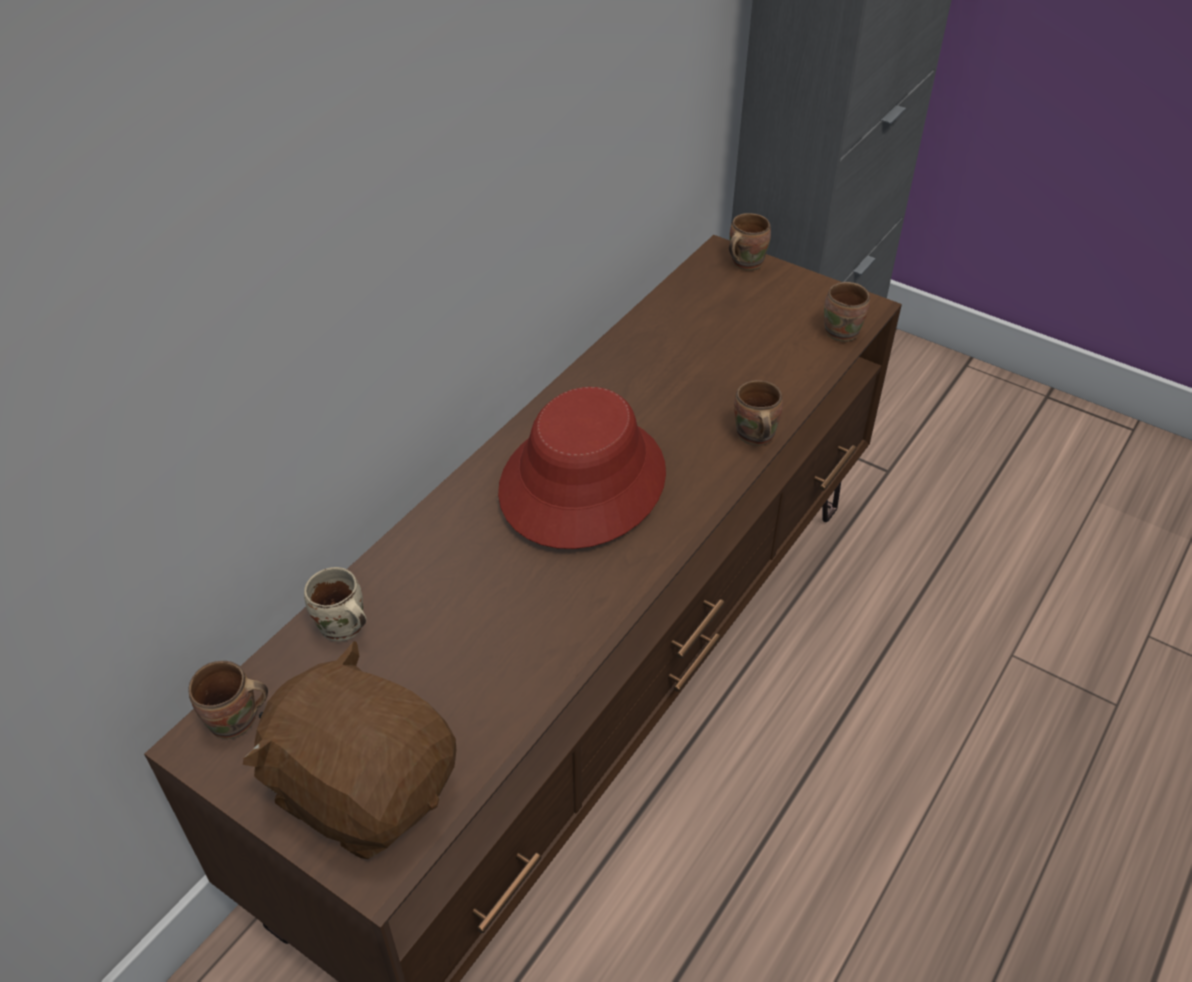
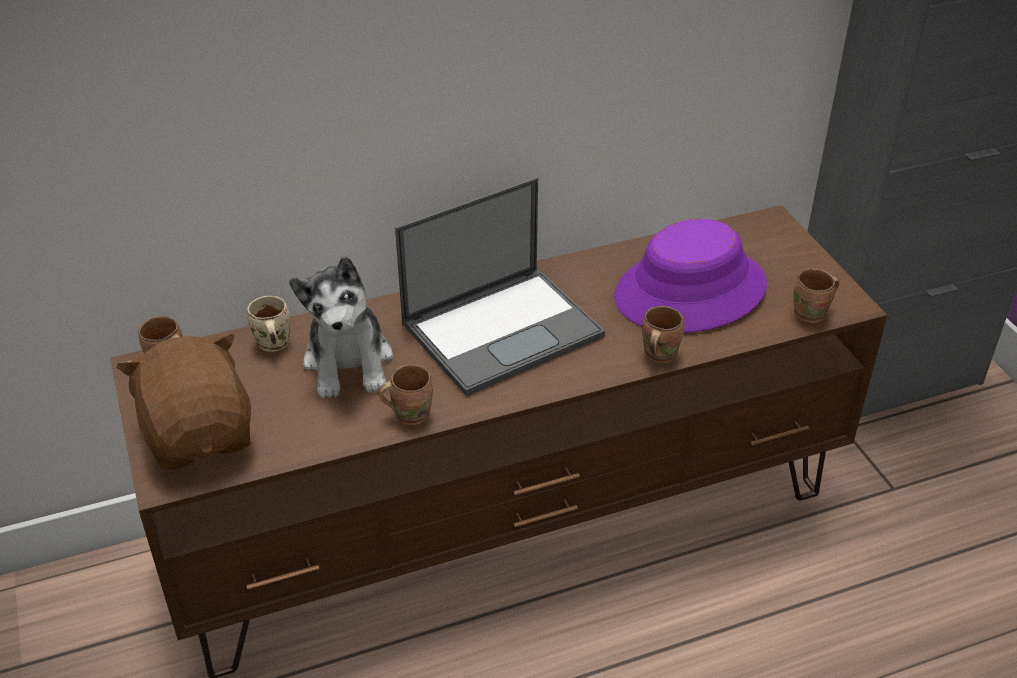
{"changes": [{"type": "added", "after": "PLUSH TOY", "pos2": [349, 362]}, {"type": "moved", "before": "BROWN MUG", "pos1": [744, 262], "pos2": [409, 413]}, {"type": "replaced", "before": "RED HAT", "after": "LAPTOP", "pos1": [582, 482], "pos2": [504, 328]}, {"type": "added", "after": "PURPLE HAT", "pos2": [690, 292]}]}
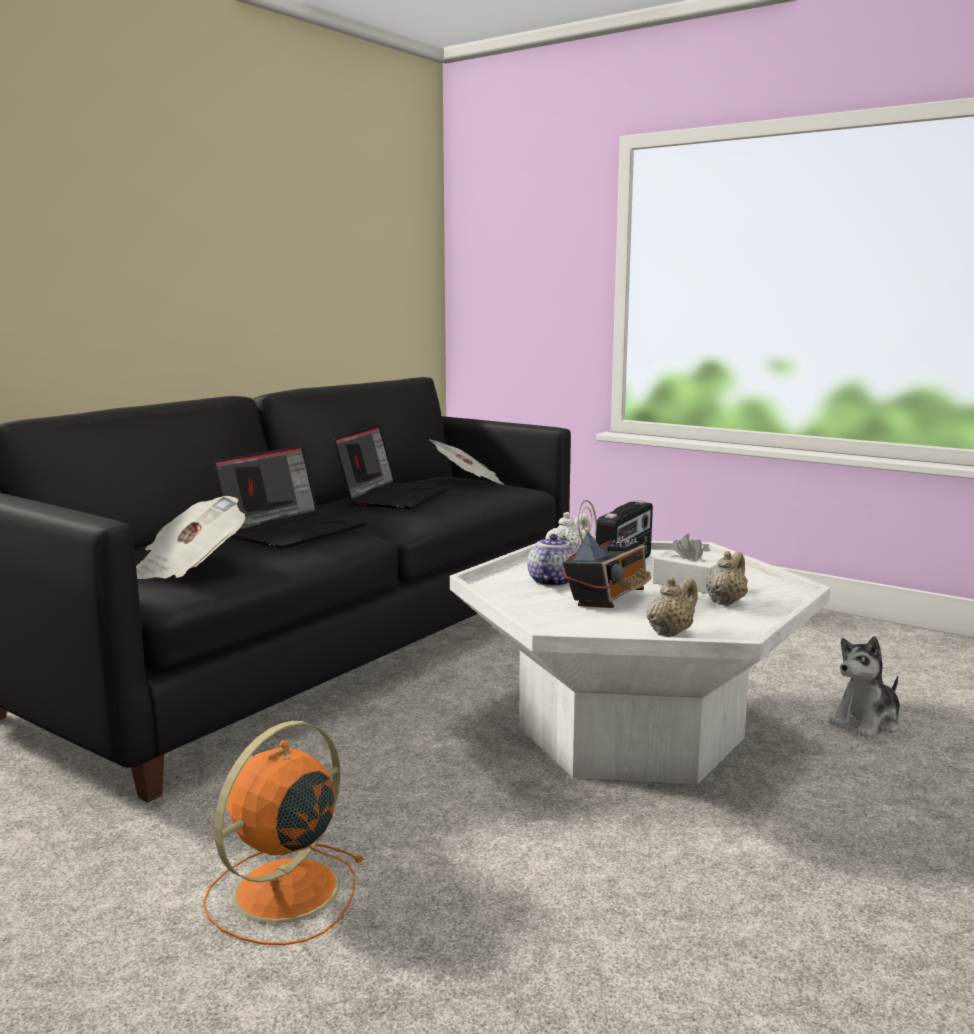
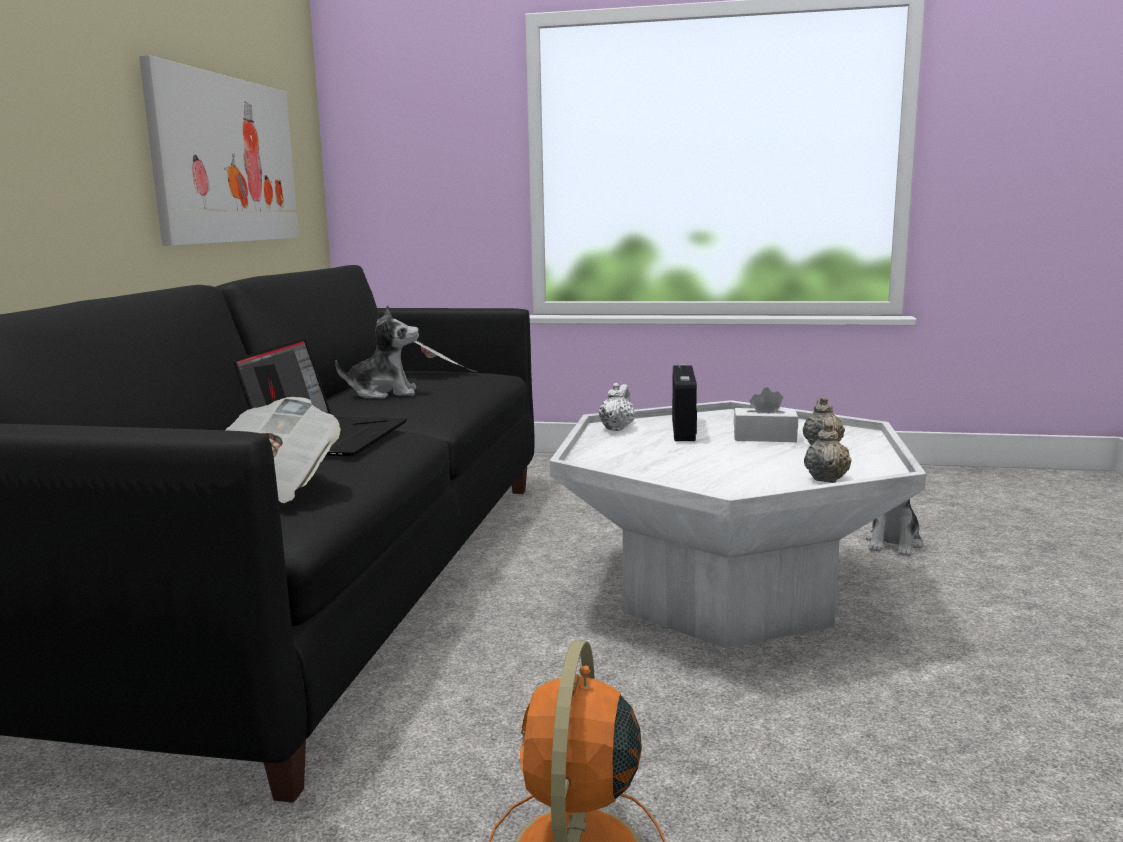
{"changes": [{"type": "added", "after": "PICTURE", "pos2": [226, 160]}, {"type": "replaced", "before": "LAPTOP", "after": "PLUSH TOY", "pos1": [394, 497], "pos2": [384, 393]}, {"type": "removed", "before": "TEAPOT", "pos1": [551, 581]}, {"type": "removed", "before": "RADIO", "pos1": [607, 599]}]}
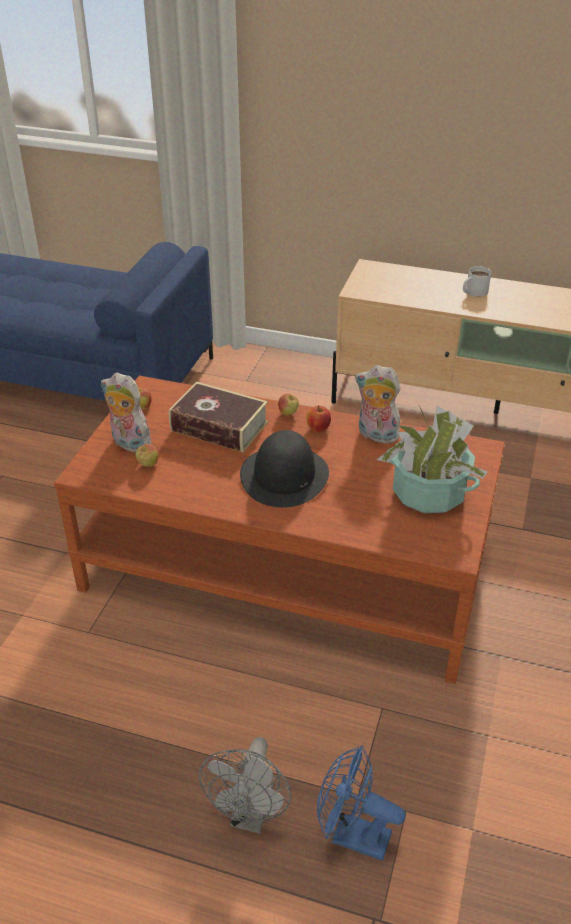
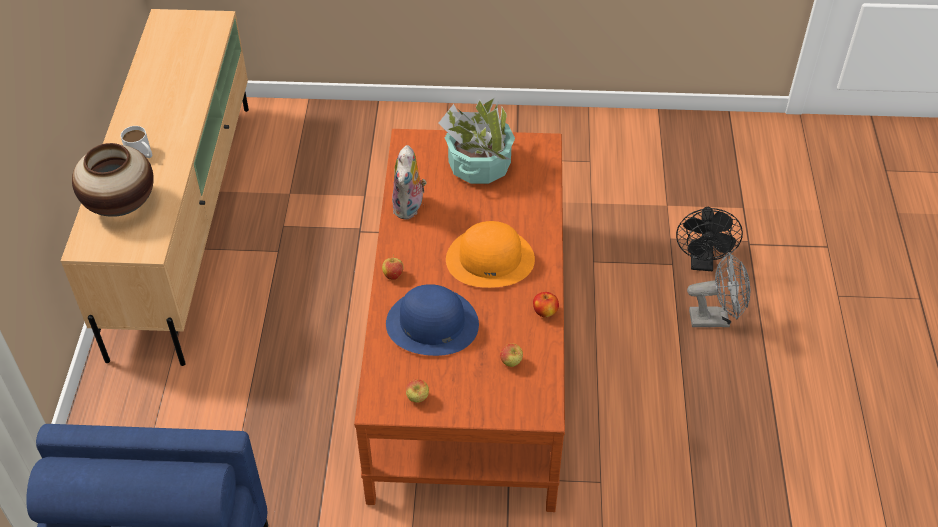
{"changes": [{"type": "added", "after": "VASE", "pos2": [121, 205]}, {"type": "replaced", "before": "BOOK", "after": "BLUE HAT", "pos1": [219, 426], "pos2": [431, 323]}, {"type": "recoloured", "before": "BLACK HAT", "after": "ORANGE HAT", "pos1": [284, 476], "pos2": [490, 258]}, {"type": "moved", "before": "APPLE", "pos1": [318, 428], "pos2": [545, 312]}, {"type": "recoloured", "before": "BLUE FAN", "after": "BLACK FAN", "pos1": [352, 836], "pos2": [702, 262]}, {"type": "removed", "before": "PLUSH TOY", "pos1": [128, 443]}]}
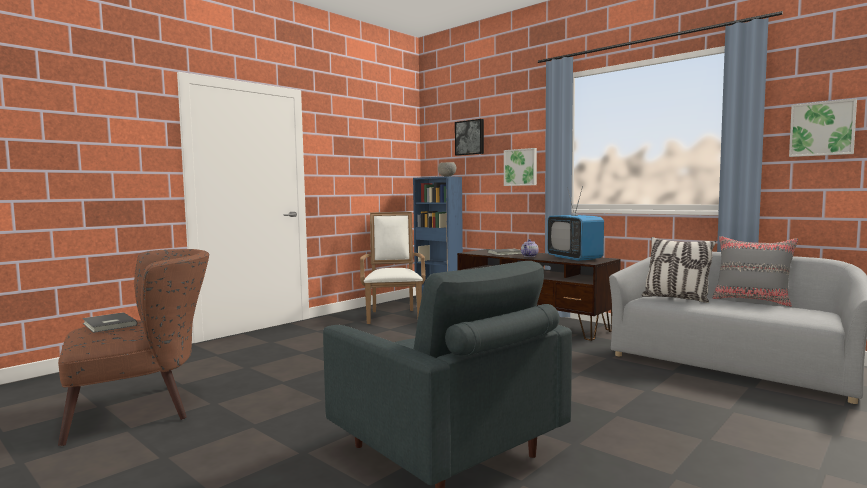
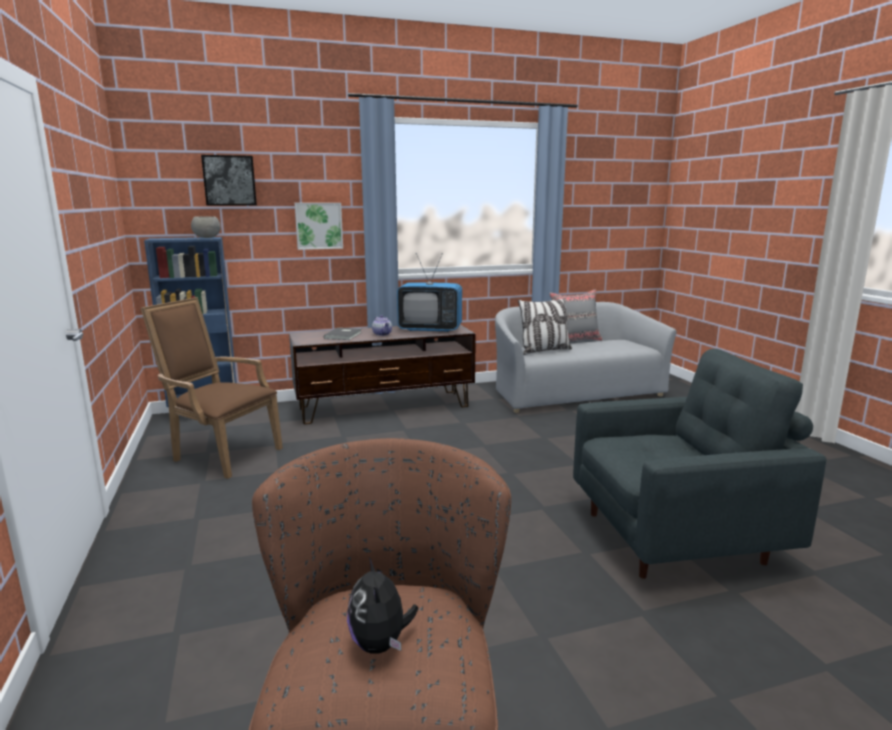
{"changes": [{"type": "recoloured", "before": "WHITE ARMCHAIR", "after": "BROWN ARMCHAIR", "pos1": [393, 315], "pos2": [221, 454]}, {"type": "replaced", "before": "GREY BOOK", "after": "PLUSH TOY", "pos1": [108, 325], "pos2": [381, 644]}, {"type": "removed", "before": "PICTURE", "pos1": [822, 129]}]}
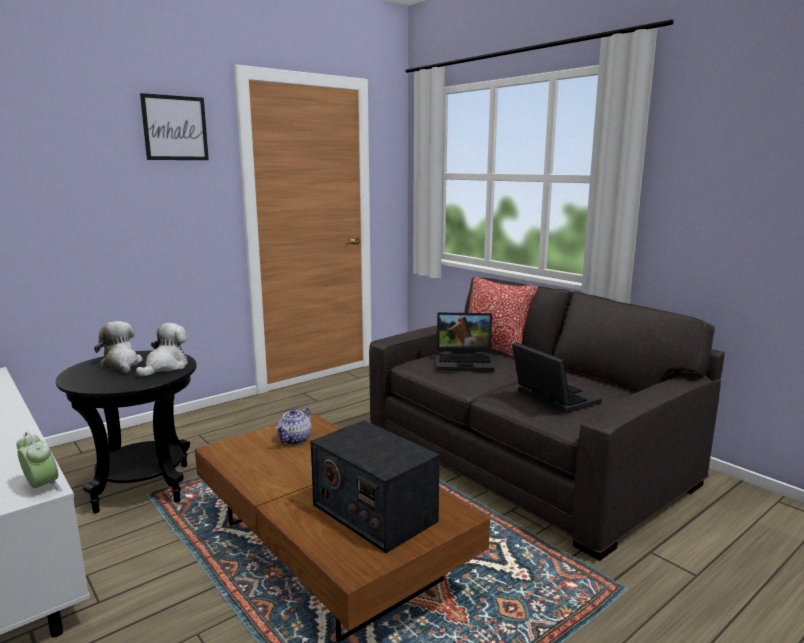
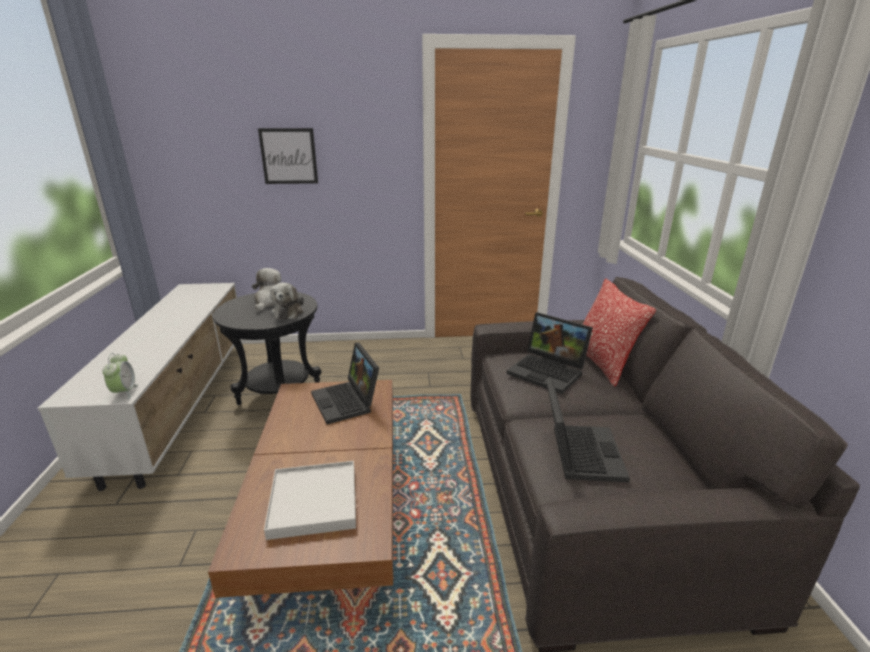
{"changes": [{"type": "moved", "before": "PICTURE", "pos1": [175, 128], "pos2": [289, 156]}, {"type": "replaced", "before": "RADIO", "after": "WHITE TRAY", "pos1": [373, 512], "pos2": [314, 502]}, {"type": "turned", "before": "PLUSH TOY", "pos1": [165, 366], "pos2": [288, 312], "turn": 120}, {"type": "replaced", "before": "TEAPOT", "after": "LAPTOP", "pos1": [295, 440], "pos2": [347, 402]}]}
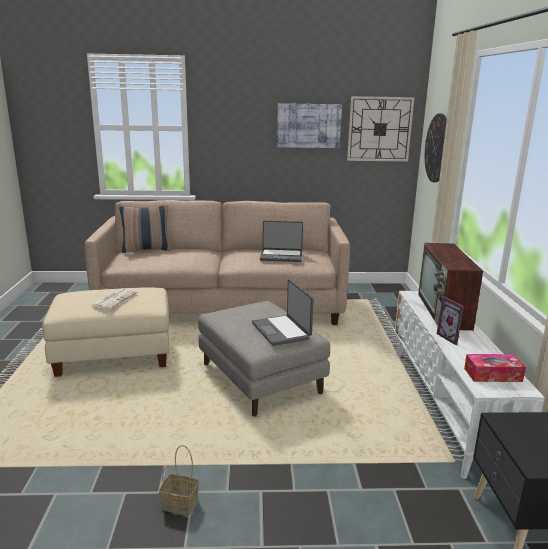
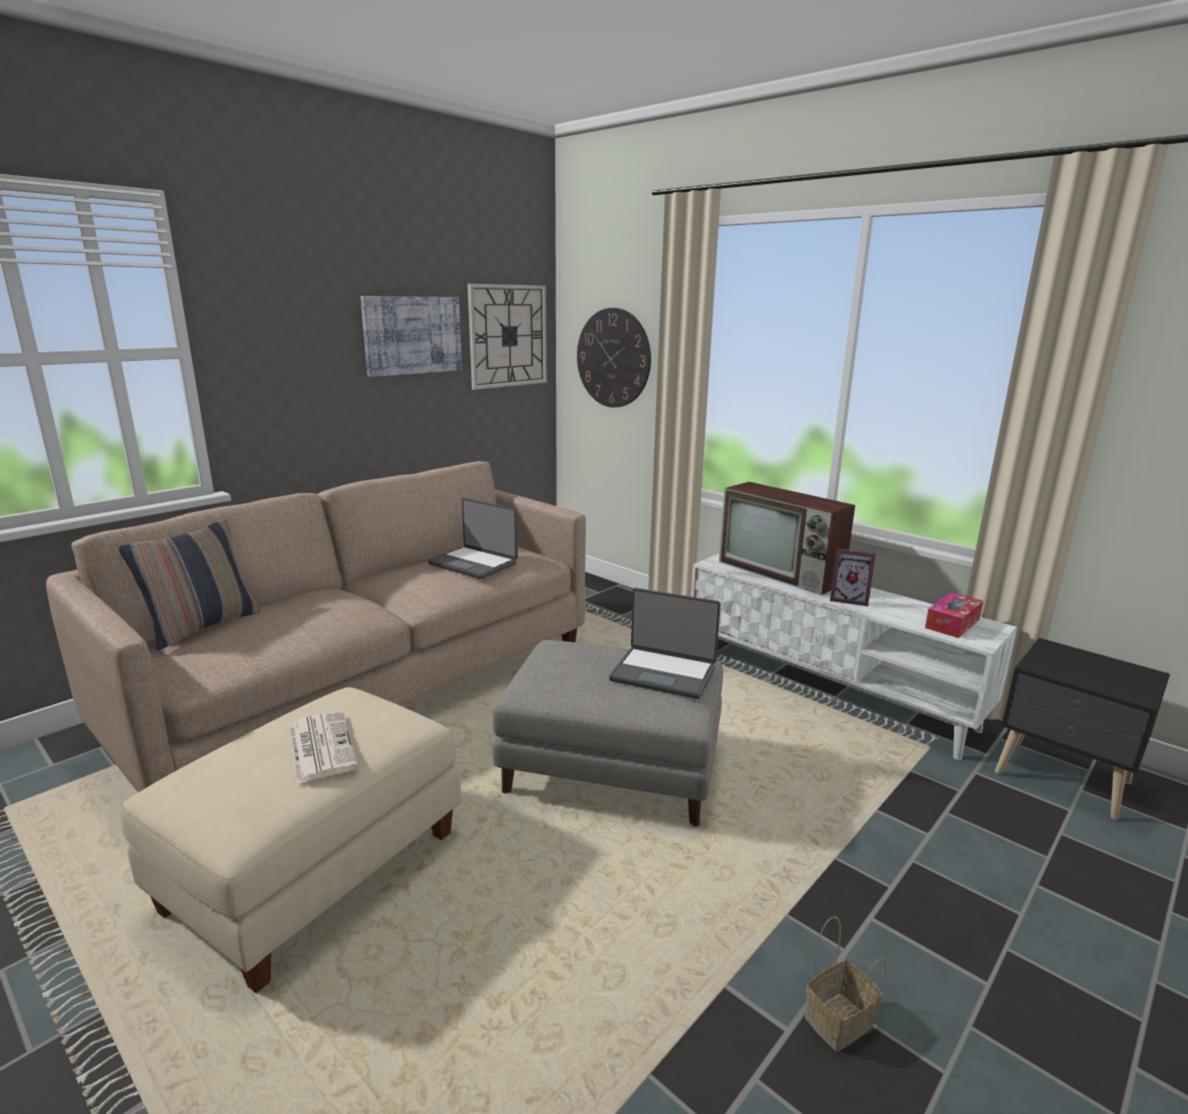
{"changes": [{"type": "turned", "before": "LAPTOP", "pos1": [281, 256], "pos2": [474, 563], "turn": 75}]}
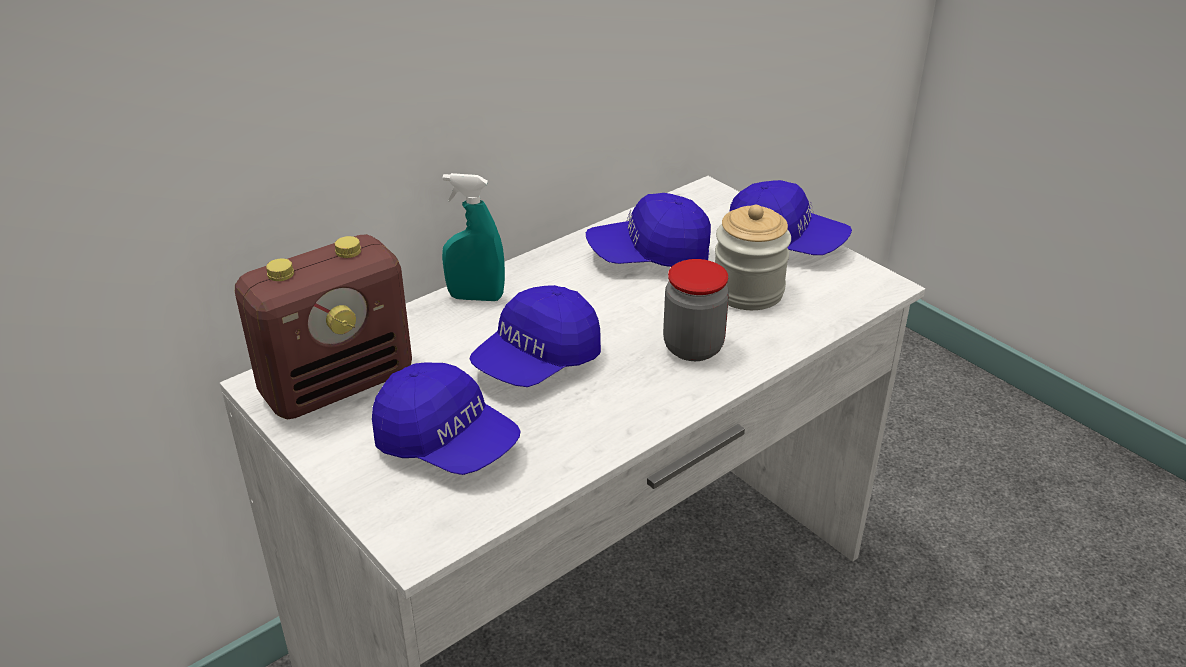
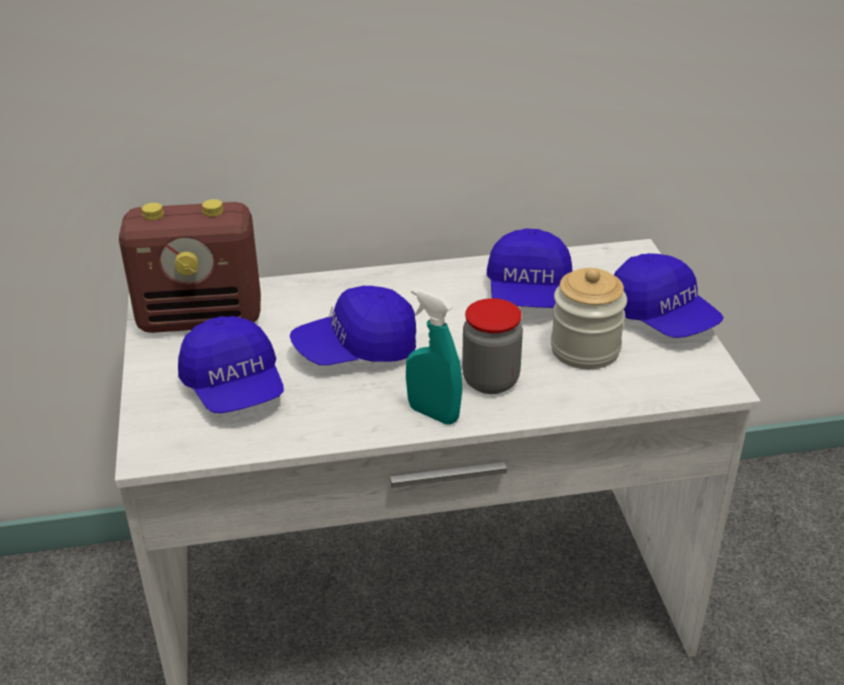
{"changes": [{"type": "moved", "before": "TURQUOISE SPRAY BOTTLE", "pos1": [476, 297], "pos2": [433, 414]}, {"type": "turned", "before": "BLUE CAP", "pos1": [649, 256], "pos2": [528, 293], "turn": -105}]}
